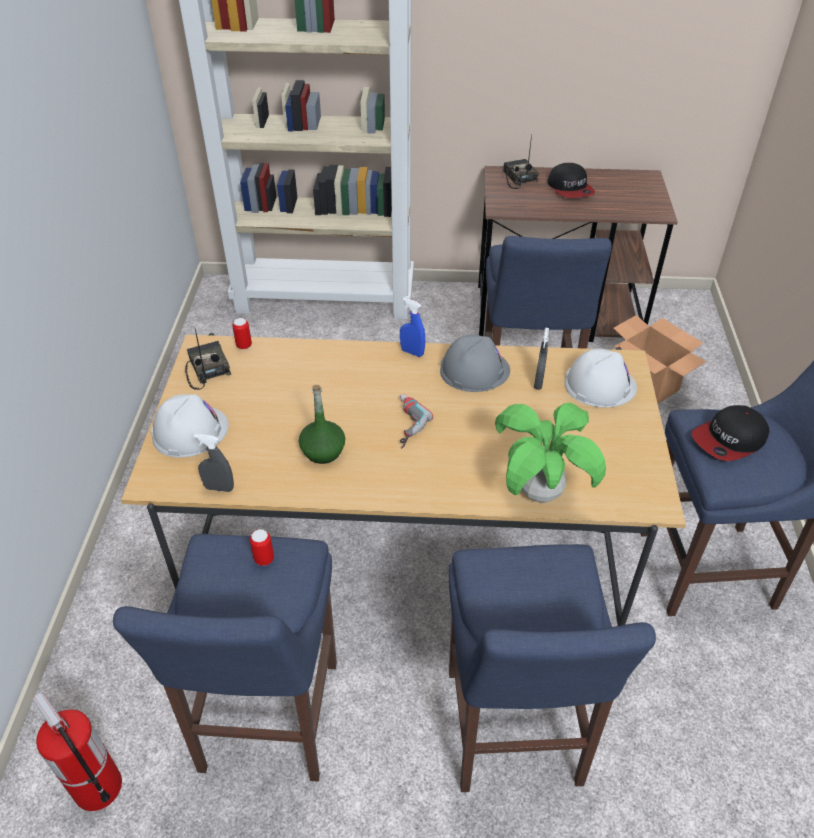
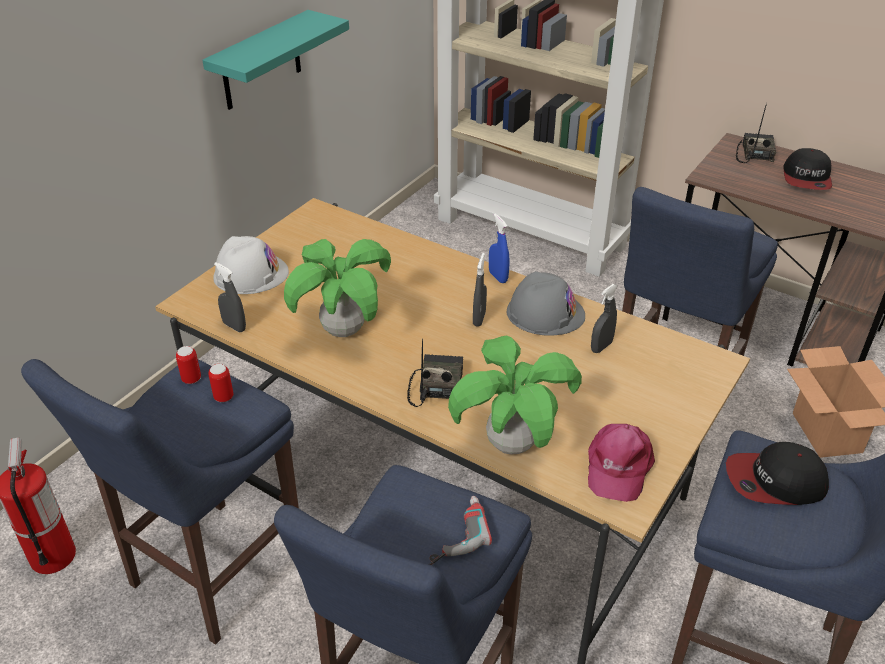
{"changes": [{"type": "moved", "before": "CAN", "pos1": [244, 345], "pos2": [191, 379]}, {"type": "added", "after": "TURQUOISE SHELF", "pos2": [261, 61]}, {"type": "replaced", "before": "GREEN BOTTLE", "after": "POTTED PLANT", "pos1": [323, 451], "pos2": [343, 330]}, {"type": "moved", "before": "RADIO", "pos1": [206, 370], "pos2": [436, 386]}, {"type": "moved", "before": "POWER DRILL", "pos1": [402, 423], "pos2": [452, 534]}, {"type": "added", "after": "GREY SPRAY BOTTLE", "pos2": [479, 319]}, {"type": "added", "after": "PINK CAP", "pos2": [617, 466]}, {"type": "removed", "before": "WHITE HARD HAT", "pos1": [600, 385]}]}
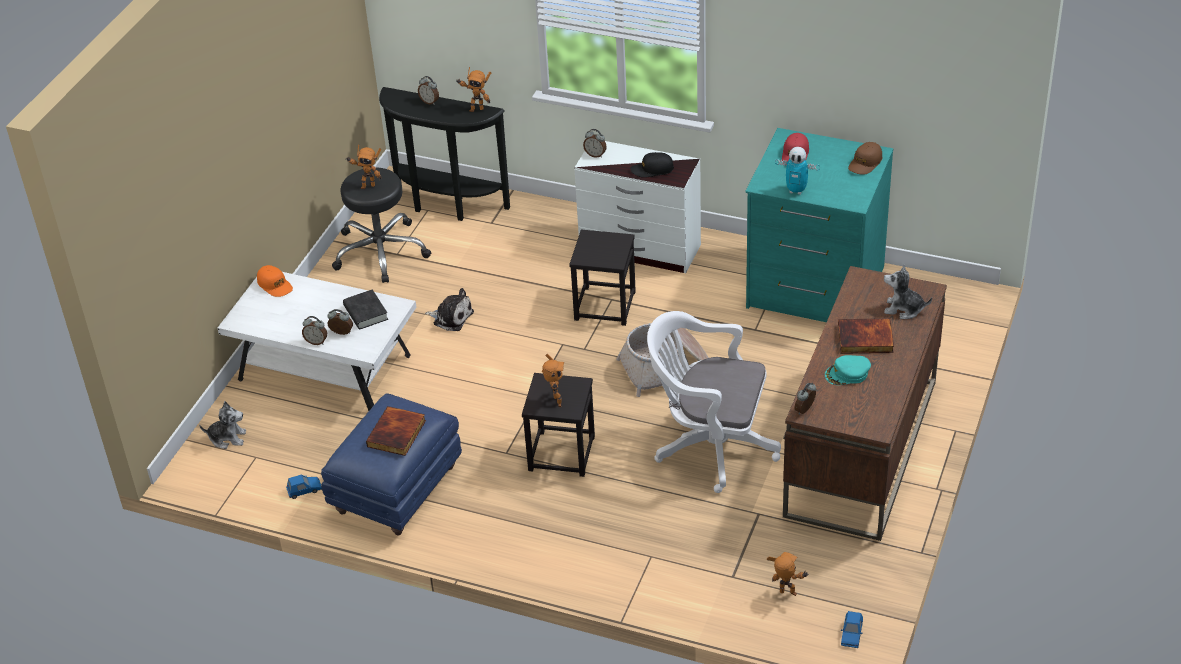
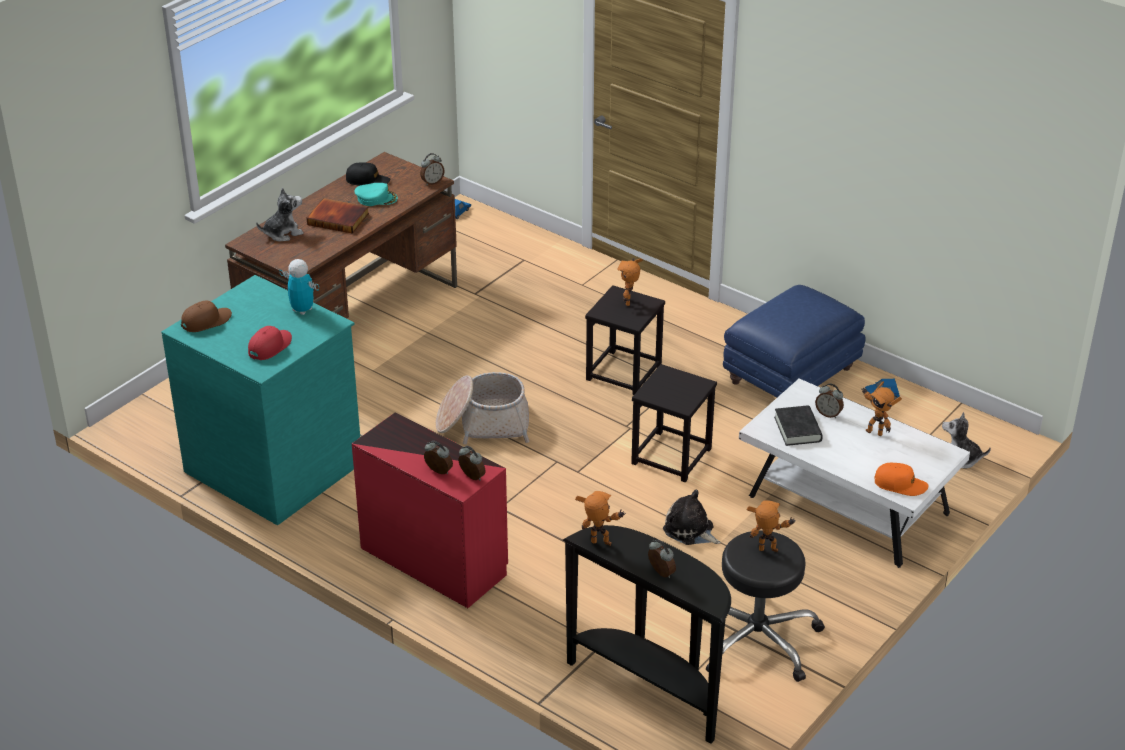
{"changes": [{"type": "turned", "before": "PLUSH TOY", "pos1": [903, 309], "pos2": [283, 233], "turn": -60}, {"type": "moved", "before": "BLACK CAP", "pos1": [652, 170], "pos2": [367, 181]}, {"type": "recoloured", "before": "WHITE DRESSER", "after": "RED DRESSER", "pos1": [640, 249], "pos2": [434, 560]}, {"type": "moved", "before": "ALARM CLOCK", "pos1": [316, 342], "pos2": [438, 472]}, {"type": "moved", "before": "BLACK STOOL", "pos1": [604, 305], "pos2": [672, 456]}, {"type": "moved", "before": "TOY ROBOT", "pos1": [787, 595], "pos2": [875, 431]}, {"type": "turned", "before": "ORANGE CAP", "pos1": [275, 285], "pos2": [900, 484], "turn": 135}, {"type": "removed", "before": "BOOK", "pos1": [397, 434]}, {"type": "removed", "before": "WHITE OFFICE CHAIR", "pos1": [709, 446]}]}
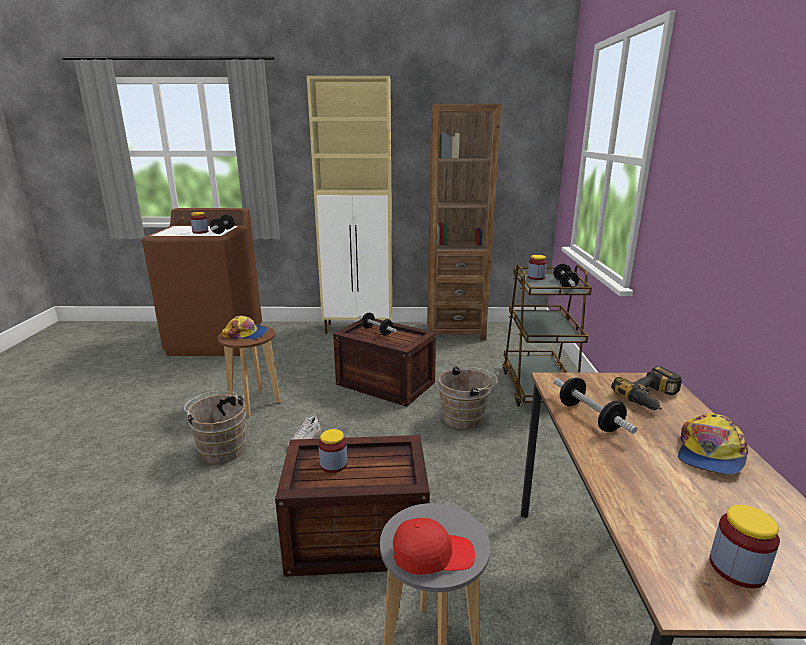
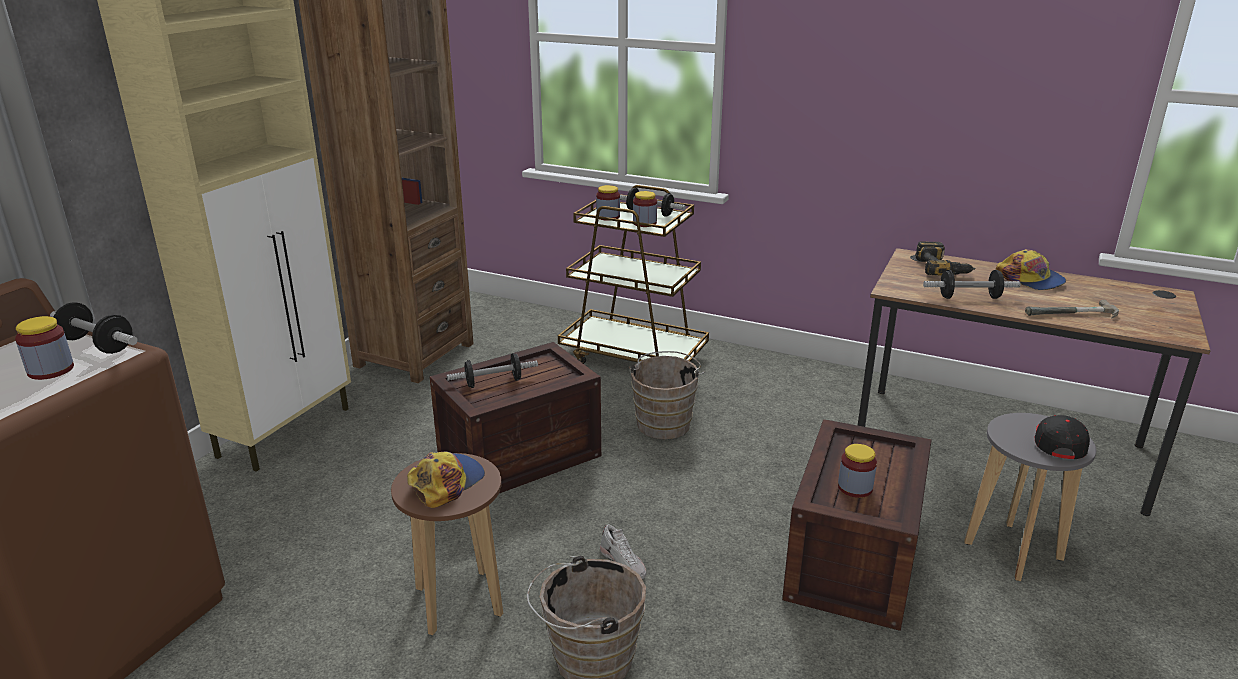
{"changes": [{"type": "moved", "before": "JAR", "pos1": [737, 568], "pos2": [644, 223]}, {"type": "added", "after": "HAMMER", "pos2": [1073, 315]}, {"type": "recoloured", "before": "RED CAP", "after": "BLACK CAP", "pos1": [432, 554], "pos2": [1058, 442]}]}
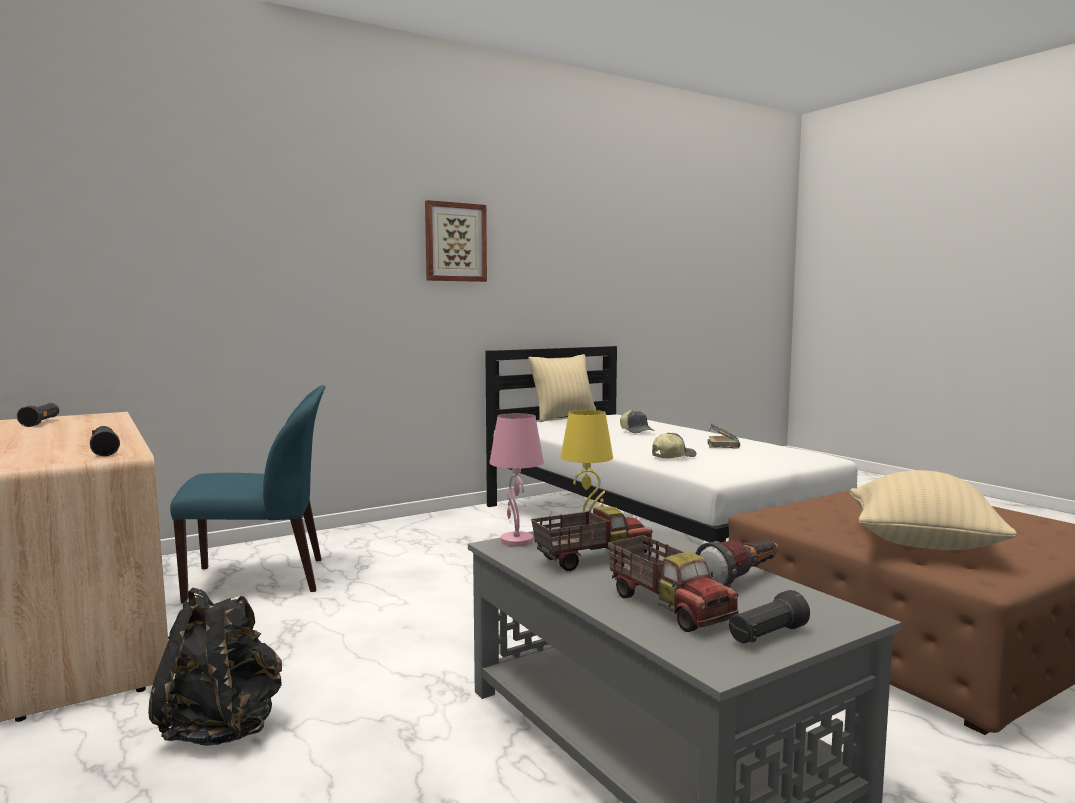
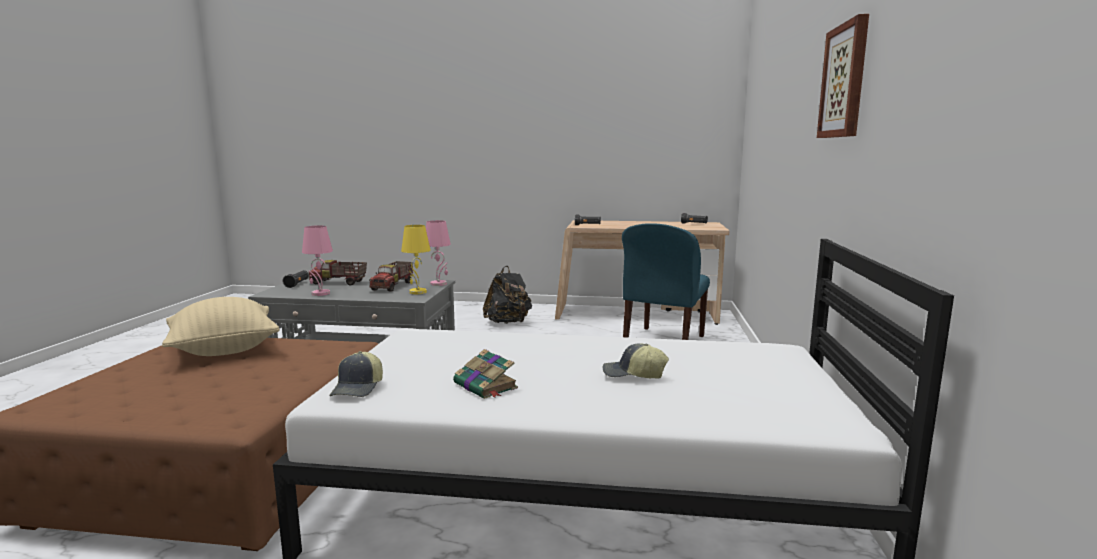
{"changes": [{"type": "replaced", "before": "FLASHLIGHT", "after": "PINK TABLE LAMP", "pos1": [742, 579], "pos2": [320, 293]}, {"type": "moved", "before": "CAP", "pos1": [673, 456], "pos2": [359, 388]}, {"type": "removed", "before": "BEIGE PILLOW", "pos1": [563, 418]}]}
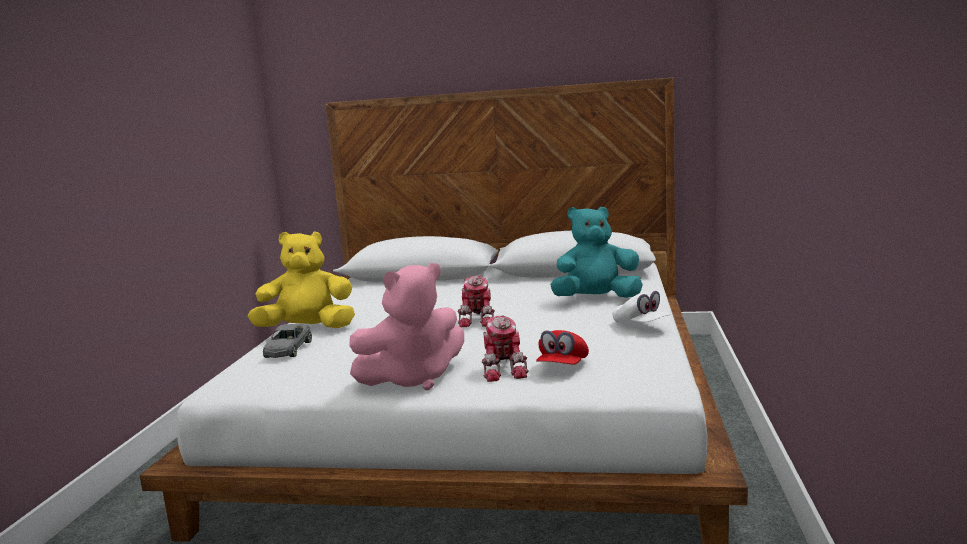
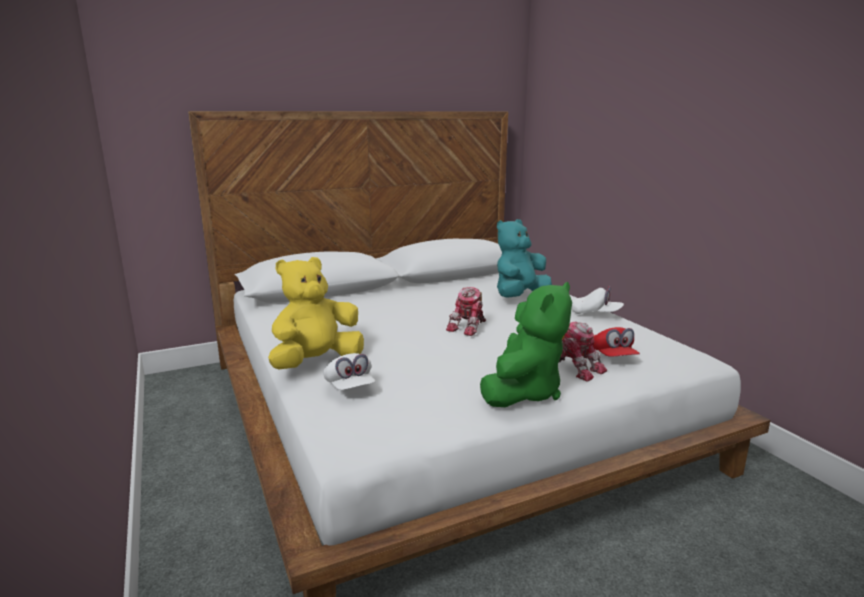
{"changes": [{"type": "replaced", "before": "GREY TOY CAR", "after": "WHITE CAP", "pos1": [288, 349], "pos2": [349, 387]}, {"type": "turned", "before": "TOY ROBOT", "pos1": [479, 320], "pos2": [469, 327], "turn": 60}, {"type": "recoloured", "before": "PINK PLUSH TOY", "after": "GREEN PLUSH TOY", "pos1": [413, 379], "pos2": [523, 392]}]}
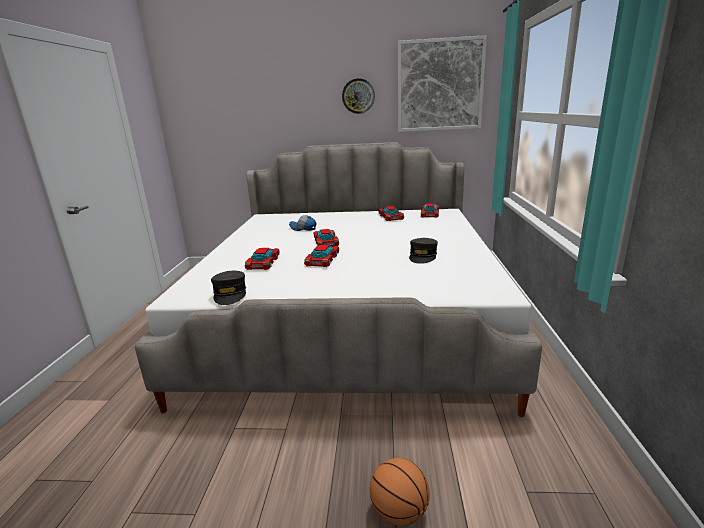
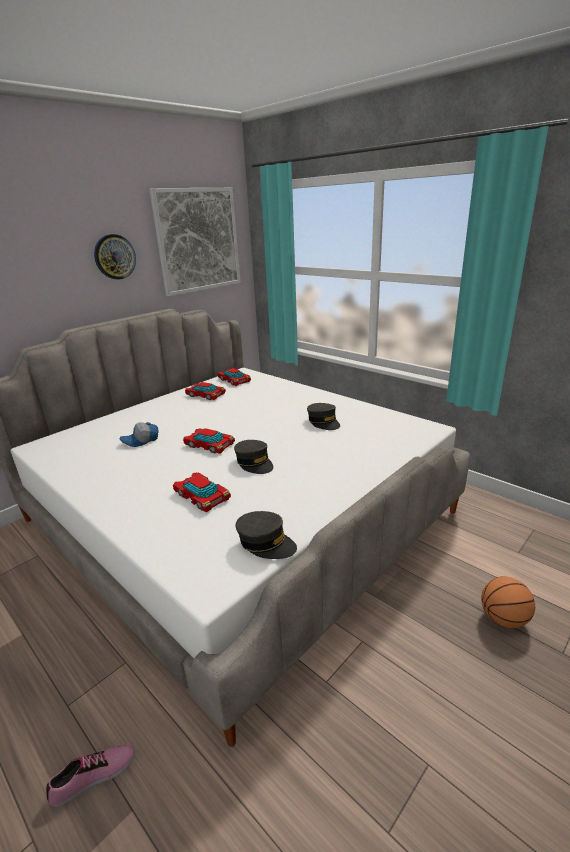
{"changes": [{"type": "added", "after": "SHOE", "pos2": [94, 777]}, {"type": "replaced", "before": "TOY CAR", "after": "GREY CAP", "pos1": [323, 260], "pos2": [254, 463]}]}
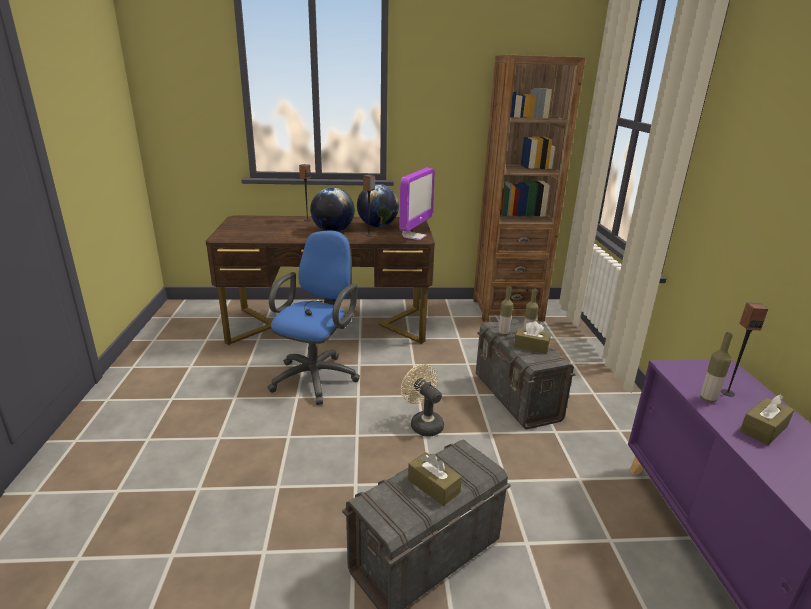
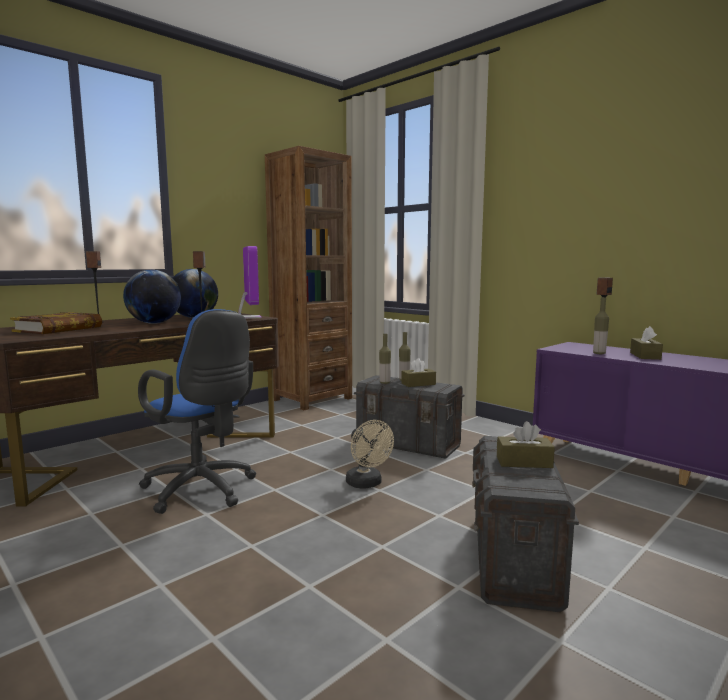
{"changes": [{"type": "added", "after": "BOOK", "pos2": [59, 329]}, {"type": "turned", "before": "BLUE OFFICE CHAIR", "pos1": [317, 376], "pos2": [202, 491], "turn": 150}, {"type": "turned", "before": "BEIGE FAN", "pos1": [423, 423], "pos2": [367, 484], "turn": -135}]}
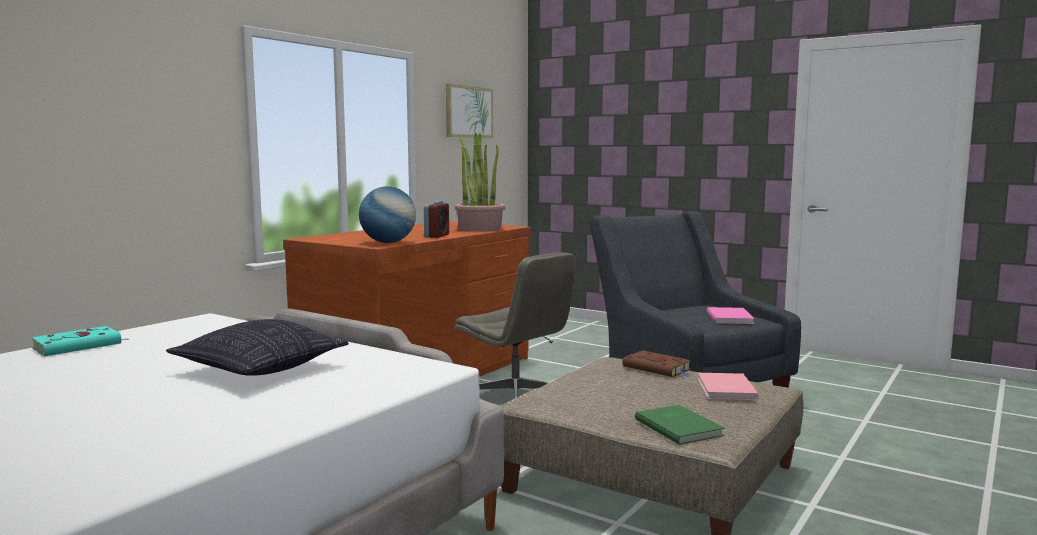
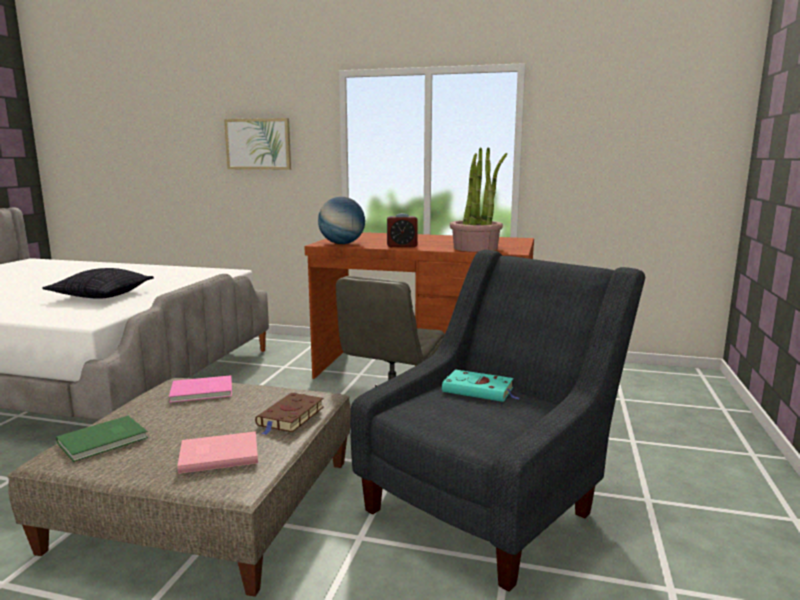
{"changes": [{"type": "moved", "before": "PINK BOOK", "pos1": [731, 317], "pos2": [203, 391]}, {"type": "moved", "before": "PICTURE", "pos1": [468, 112], "pos2": [258, 144]}, {"type": "moved", "before": "TURQUOISE BOOK", "pos1": [80, 346], "pos2": [480, 390]}]}
